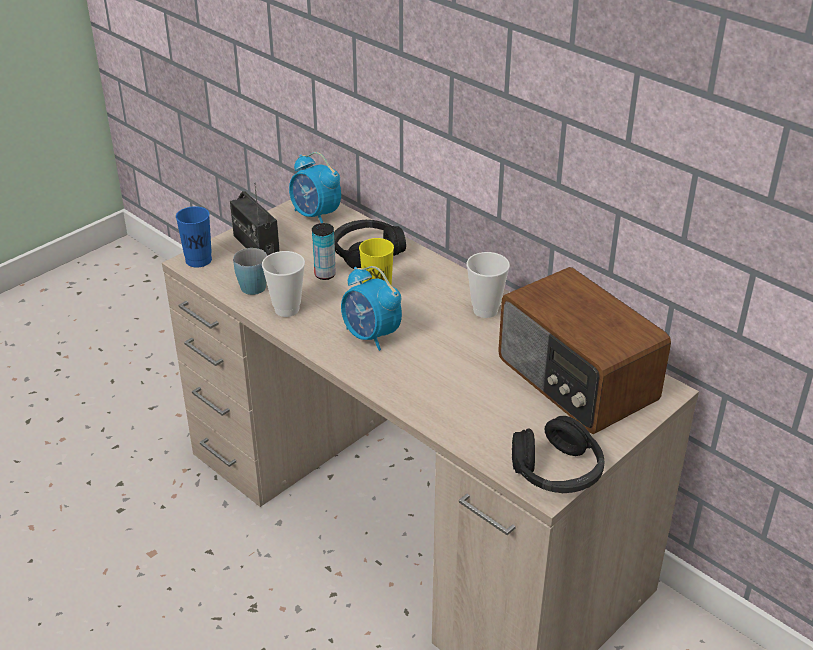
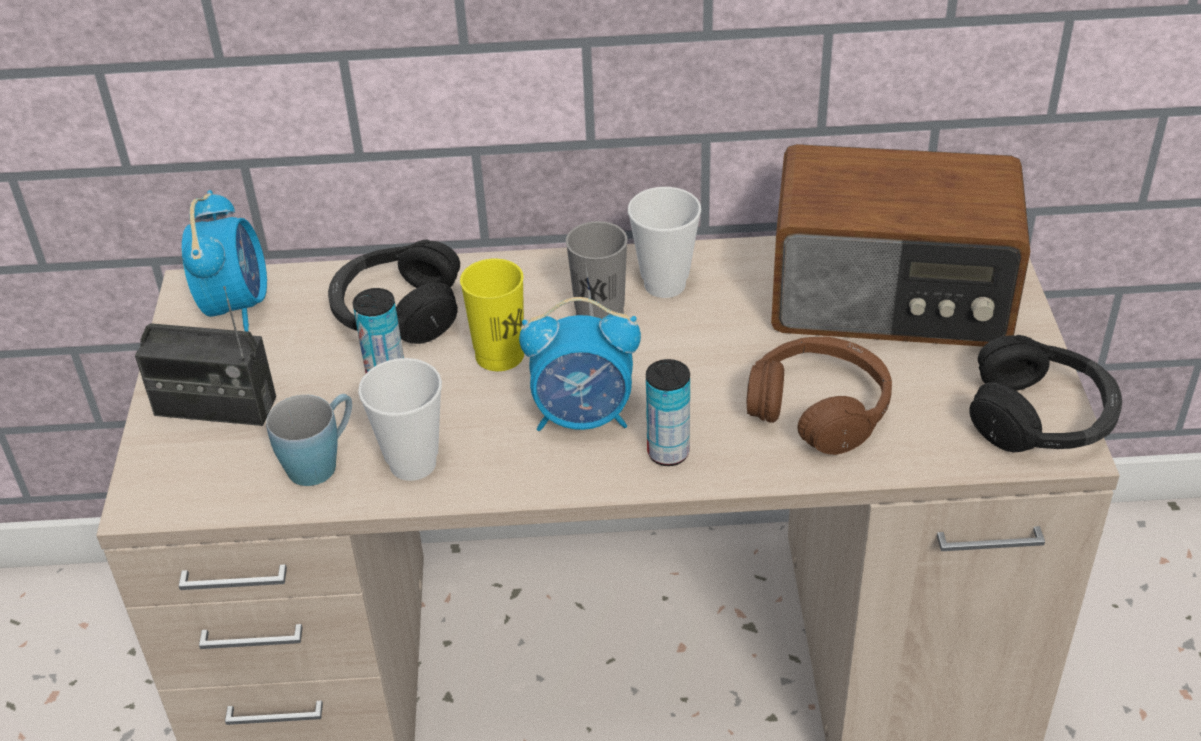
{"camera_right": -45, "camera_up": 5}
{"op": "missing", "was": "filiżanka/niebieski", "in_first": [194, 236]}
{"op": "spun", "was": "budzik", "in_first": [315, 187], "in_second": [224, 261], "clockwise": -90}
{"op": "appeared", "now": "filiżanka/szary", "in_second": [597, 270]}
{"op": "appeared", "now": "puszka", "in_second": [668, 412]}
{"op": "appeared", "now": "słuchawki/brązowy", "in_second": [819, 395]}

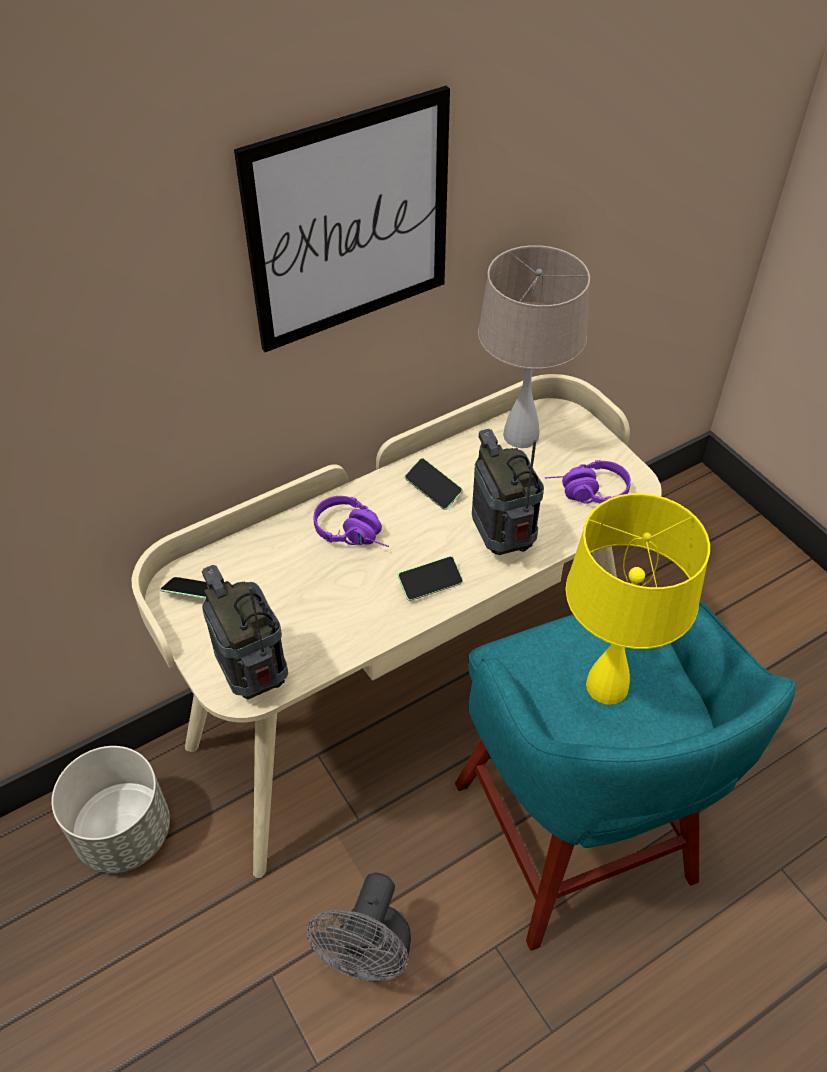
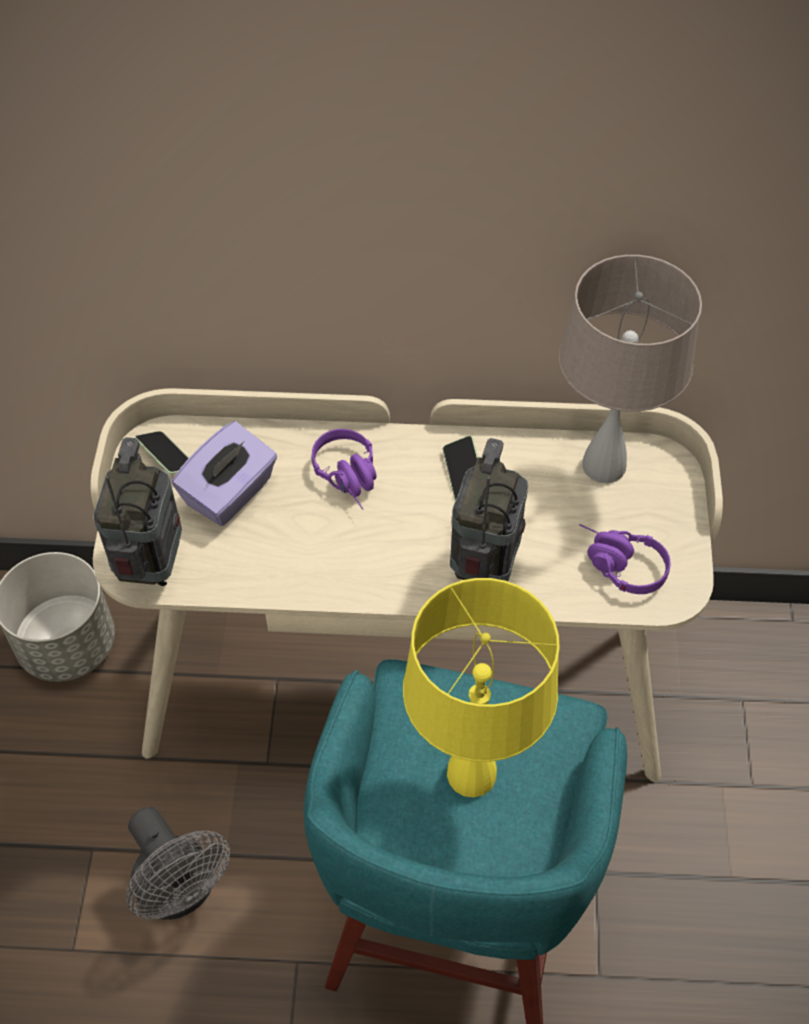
{"camera_right": 35, "camera_up": 5}
{"op": "missing", "was": "obraz", "in_first": [342, 219]}
{"op": "spun", "was": "wentylator/szary", "in_first": [359, 927], "in_second": [178, 863], "clockwise": -90}
{"op": "missing", "was": "telefon", "in_first": [430, 578]}
{"op": "appeared", "now": "pudełko chusteczek/fioletowy", "in_second": [224, 473]}

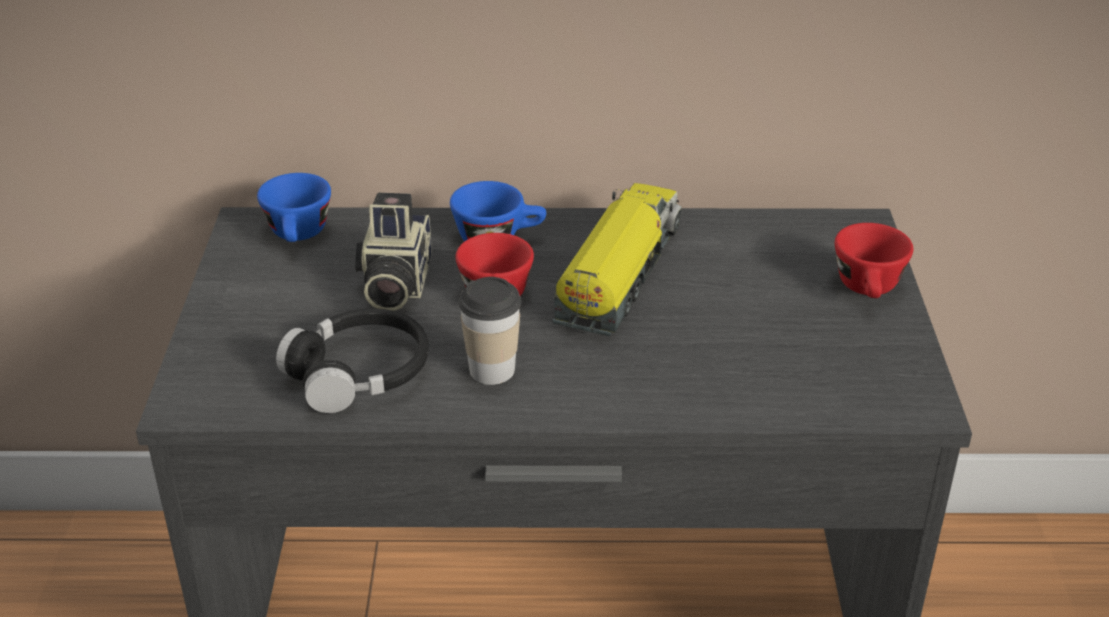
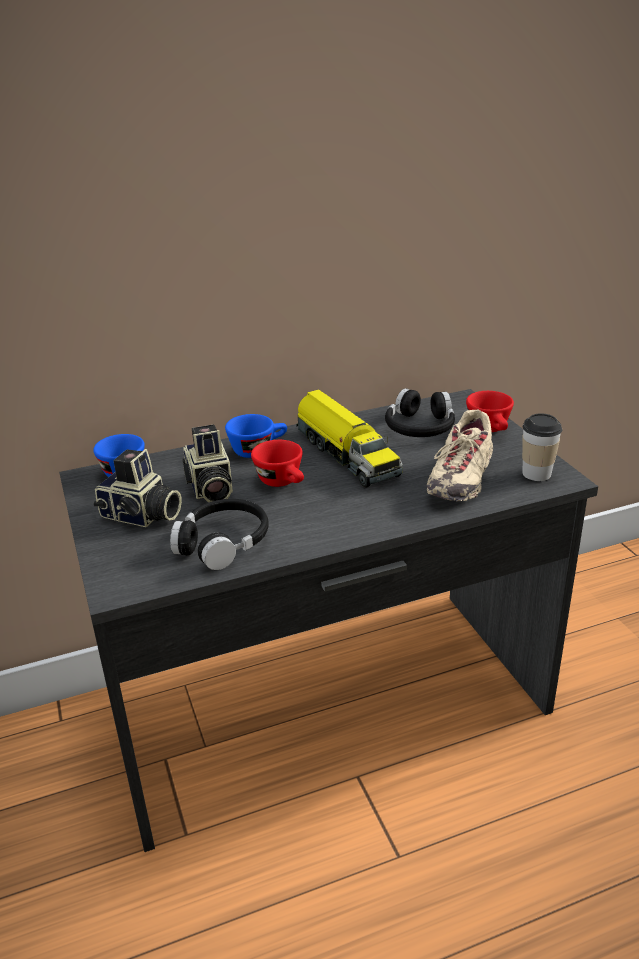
{"camera_right": -20, "camera_up": -5}
{"op": "relocated", "was": "filiżanka", "in_first": [490, 331], "in_second": [542, 447]}
{"op": "spun", "was": "ciężarówka zabawkowa", "in_first": [617, 259], "in_second": [349, 438], "clockwise": 150}
{"op": "appeared", "now": "aparat fotograficzny", "in_second": [138, 488]}
{"op": "appeared", "now": "słuchawki/czarny", "in_second": [420, 412]}
{"op": "appeared", "now": "but/beżowy", "in_second": [460, 455]}

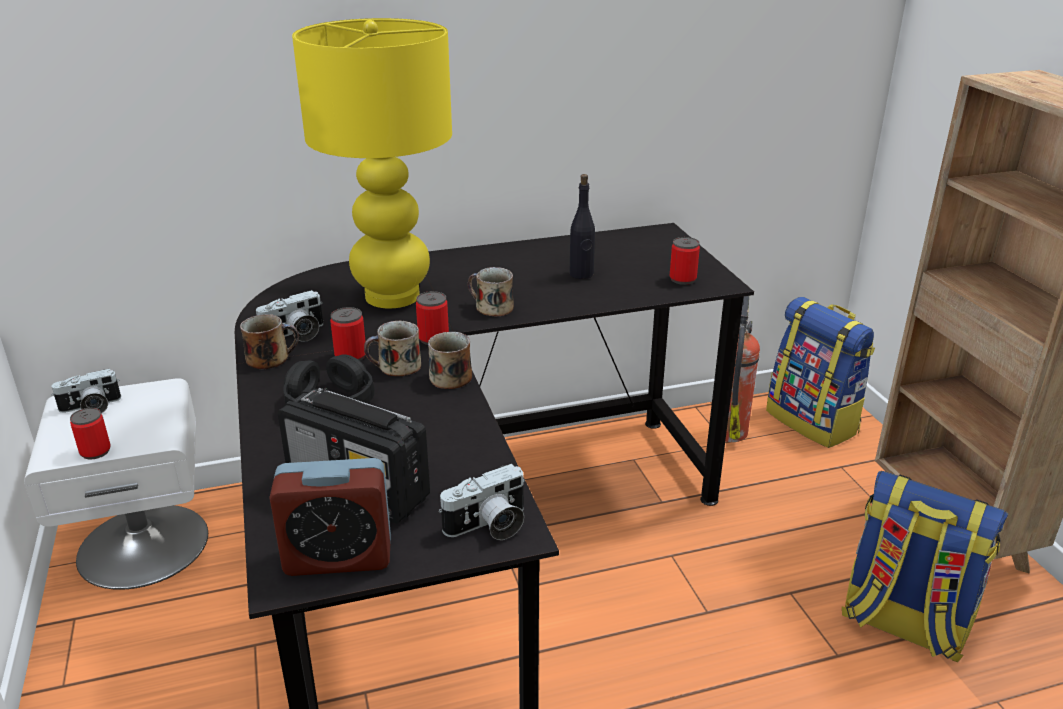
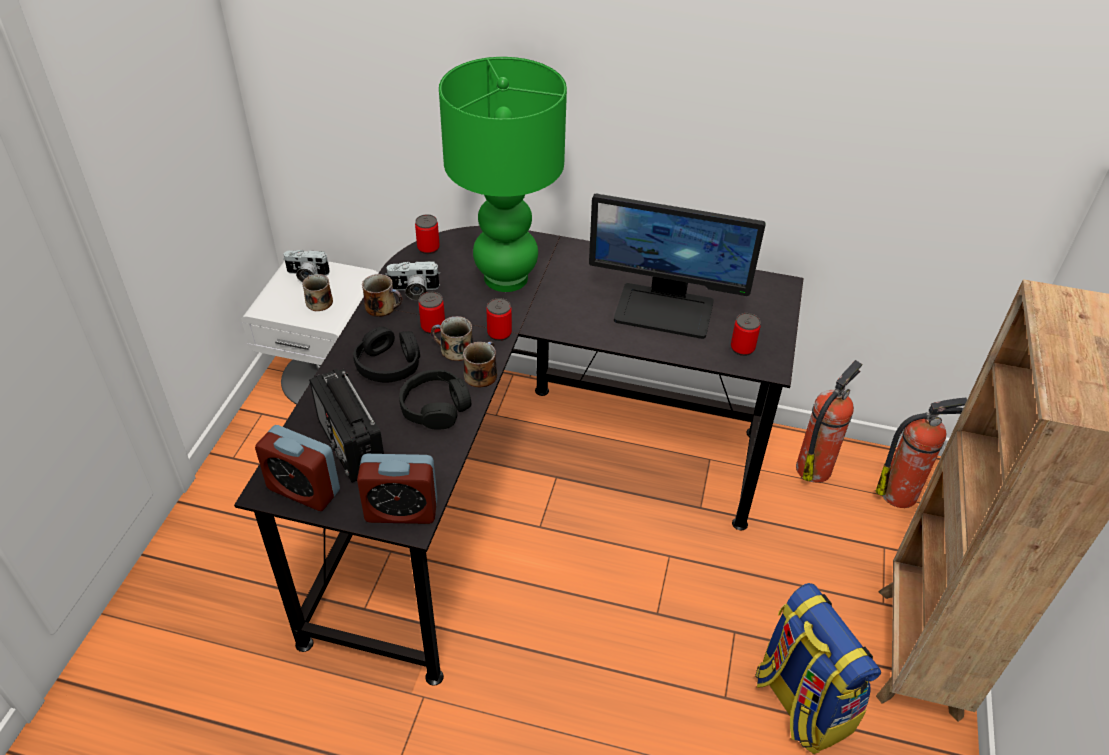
{"camera_right": 30, "camera_up": 15}
{"op": "relocated", "was": "puszka", "in_first": [90, 433], "in_second": [427, 234]}
{"op": "colour", "was": "lampa stołowa/żółty", "now": "lampa stołowa/zielony", "in_first": [372, 163], "in_second": [503, 174]}
{"op": "exchanged", "was": "aparat fotograficzny", "now": "budzik", "in_first": [481, 502], "in_second": [397, 489]}
{"op": "relocated", "was": "kubek", "in_first": [491, 291], "in_second": [317, 292]}
{"op": "exchanged", "was": "butelka/czarny", "now": "monitor", "in_first": [582, 226], "in_second": [677, 266]}
{"op": "exchanged", "was": "plecak", "now": "gaśnica", "in_first": [820, 372], "in_second": [921, 453]}
{"op": "appeared", "now": "słuchawki/czarny", "in_second": [435, 399]}

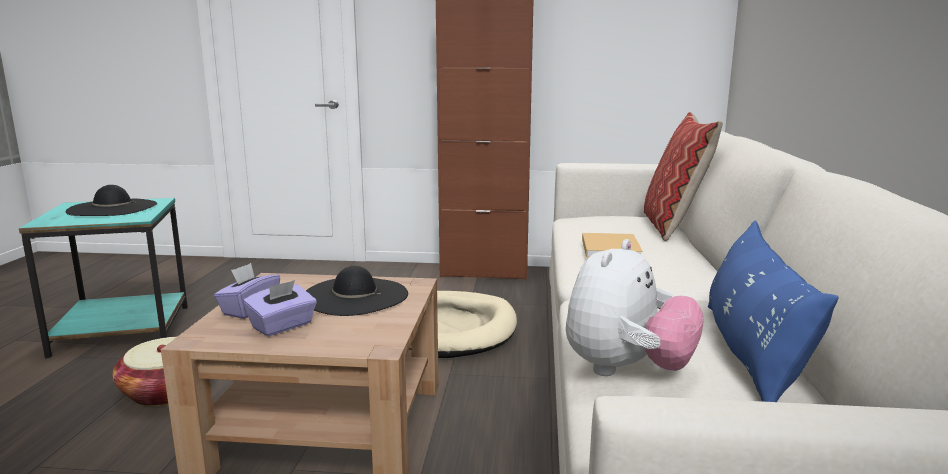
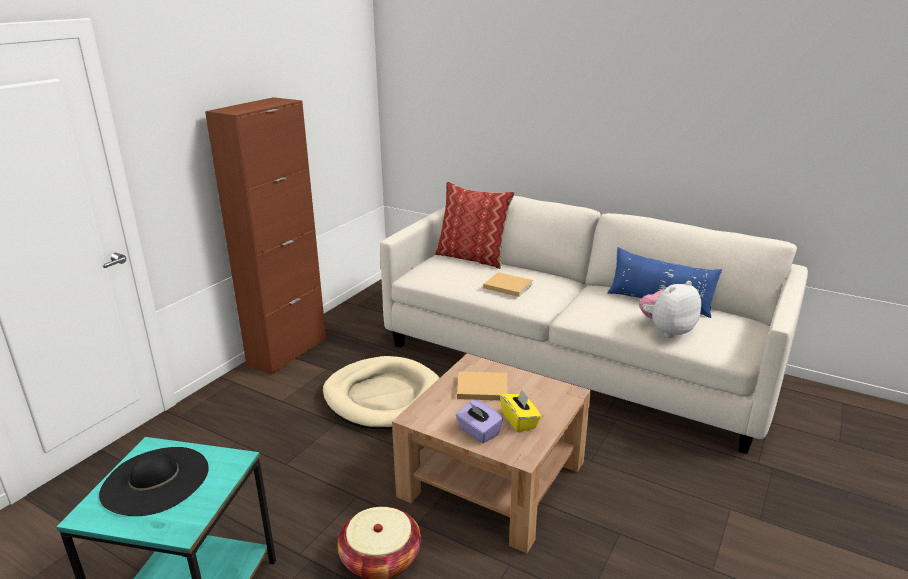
{"camera_right": -65, "camera_up": 10}
{"op": "colour", "was": "pudełko chusteczek/fioletowy", "now": "pudełko chusteczek/żółty", "in_first": [280, 308], "in_second": [520, 411]}
{"op": "exchanged", "was": "kapelusz/czarny", "now": "książka/beżowy", "in_first": [357, 291], "in_second": [482, 385]}
{"op": "spun", "was": "pluszak", "in_first": [635, 307], "in_second": [670, 309], "clockwise": -90}

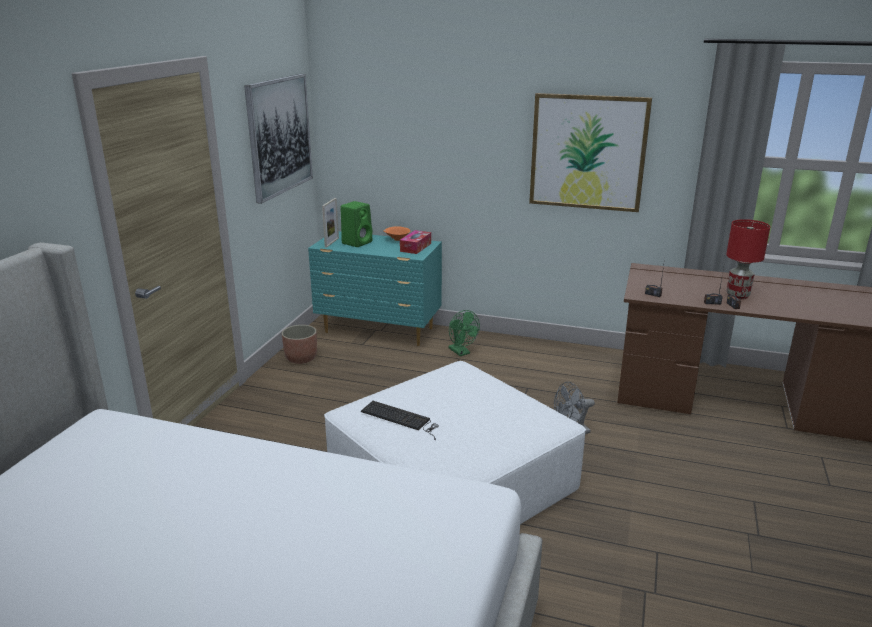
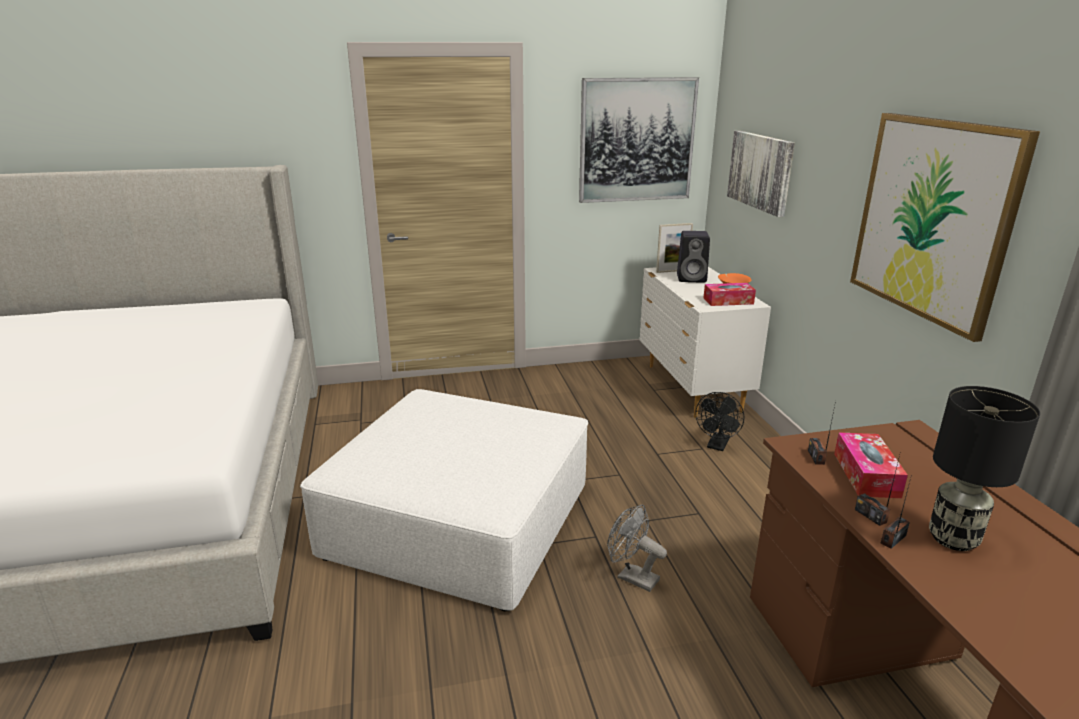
{"camera_right": 60, "camera_up": 0}
{"op": "missing", "was": "donica", "in_first": [299, 344]}
{"op": "colour", "was": "komoda/turkusowy", "now": "komoda/biały", "in_first": [375, 288], "in_second": [705, 342]}
{"op": "colour", "was": "głośnik/zielony", "now": "głośnik/czarny", "in_first": [356, 224], "in_second": [693, 257]}
{"op": "missing", "was": "klawiatura", "in_first": [400, 420]}
{"op": "colour", "was": "wentylator/zielony", "now": "wentylator/czarny", "in_first": [464, 333], "in_second": [719, 421]}
{"op": "colour", "was": "lampa stołowa/czerwony", "now": "lampa stołowa/czarny", "in_first": [748, 259], "in_second": [984, 468]}
{"op": "appeared", "now": "obraz", "in_second": [761, 174]}
{"op": "appeared", "now": "pudełko chusteczek", "in_second": [871, 465]}

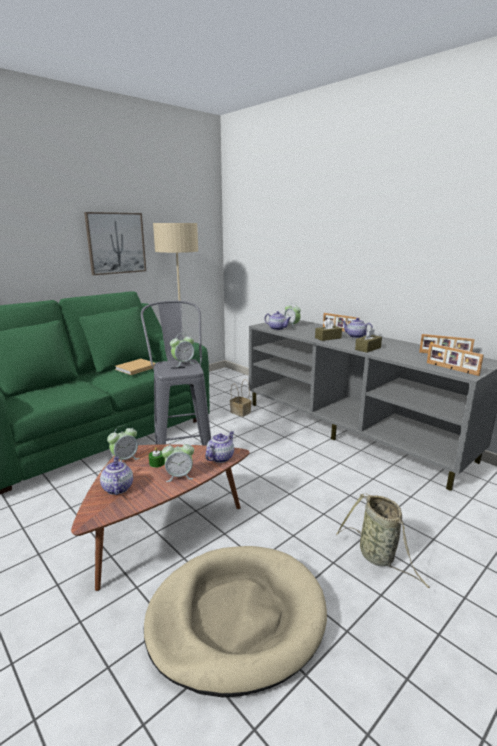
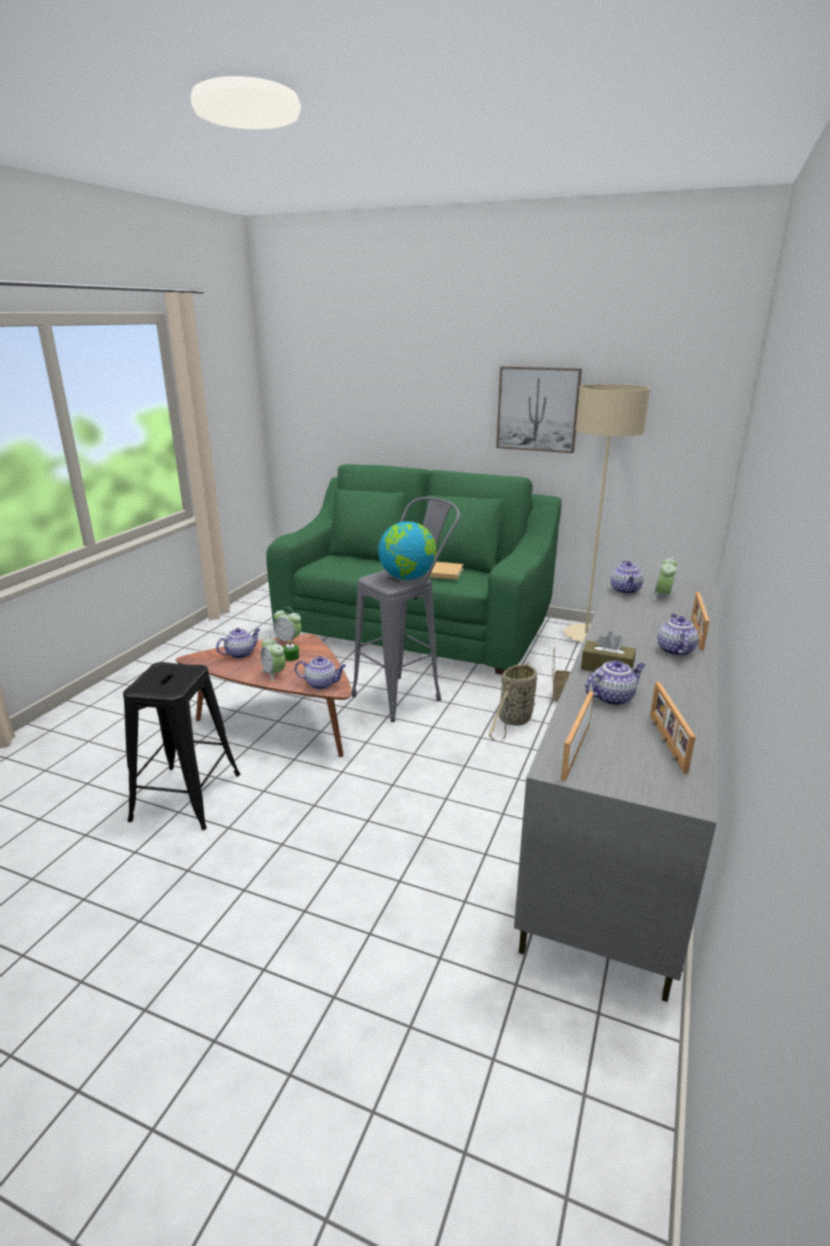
{"camera_right": 65, "camera_up": 5}
{"op": "exchanged", "was": "legowisko/beżowy", "now": "stołek/czarny", "in_first": [235, 621], "in_second": [181, 746]}
{"op": "exchanged", "was": "budzik", "now": "globus", "in_first": [182, 350], "in_second": [407, 550]}
{"op": "missing", "was": "pudełko chusteczek/brązowy", "in_first": [328, 329]}
{"op": "relocated", "was": "koszyk", "in_first": [383, 540], "in_second": [513, 702]}
{"op": "appeared", "now": "imbryk", "in_second": [615, 683]}

